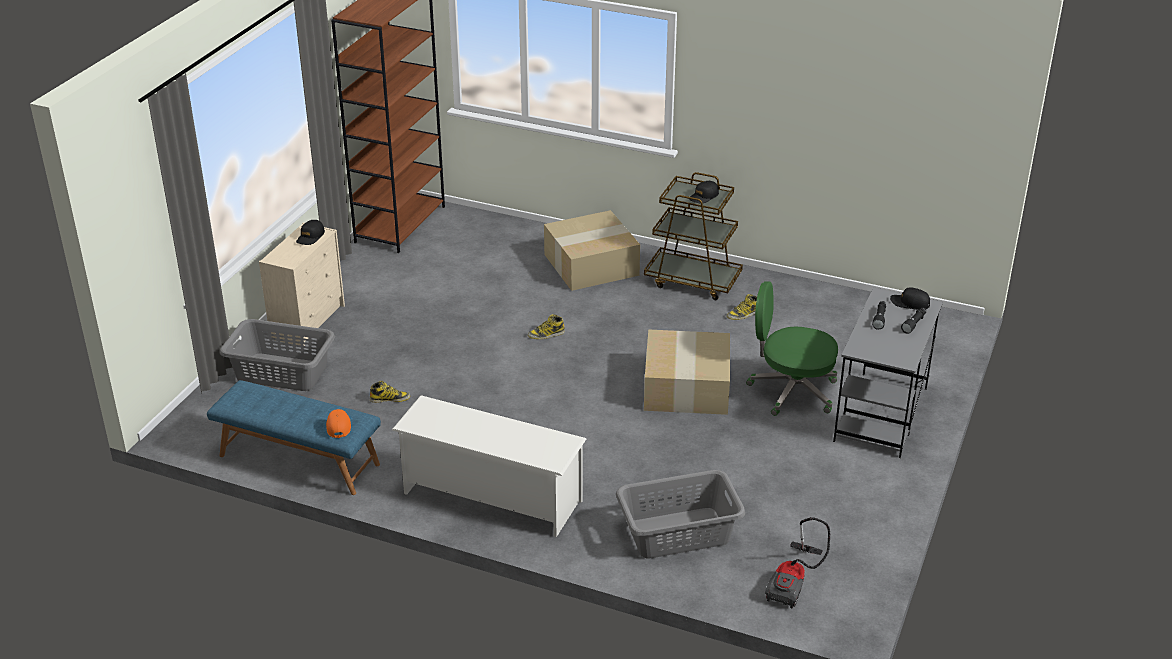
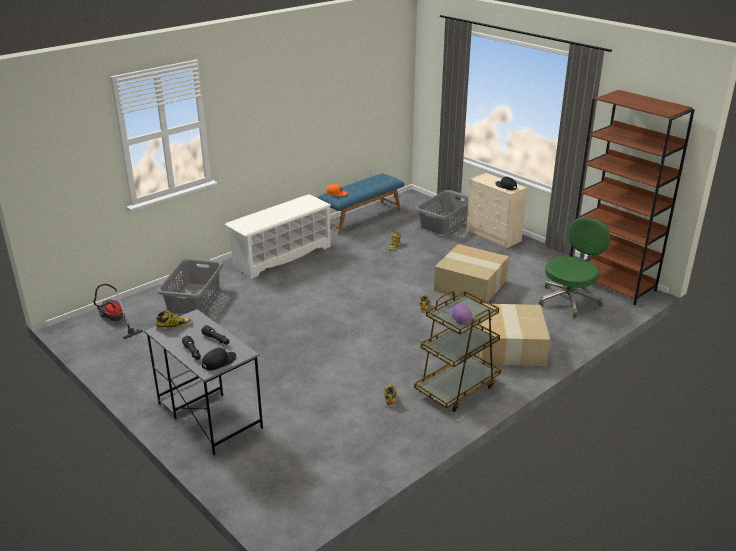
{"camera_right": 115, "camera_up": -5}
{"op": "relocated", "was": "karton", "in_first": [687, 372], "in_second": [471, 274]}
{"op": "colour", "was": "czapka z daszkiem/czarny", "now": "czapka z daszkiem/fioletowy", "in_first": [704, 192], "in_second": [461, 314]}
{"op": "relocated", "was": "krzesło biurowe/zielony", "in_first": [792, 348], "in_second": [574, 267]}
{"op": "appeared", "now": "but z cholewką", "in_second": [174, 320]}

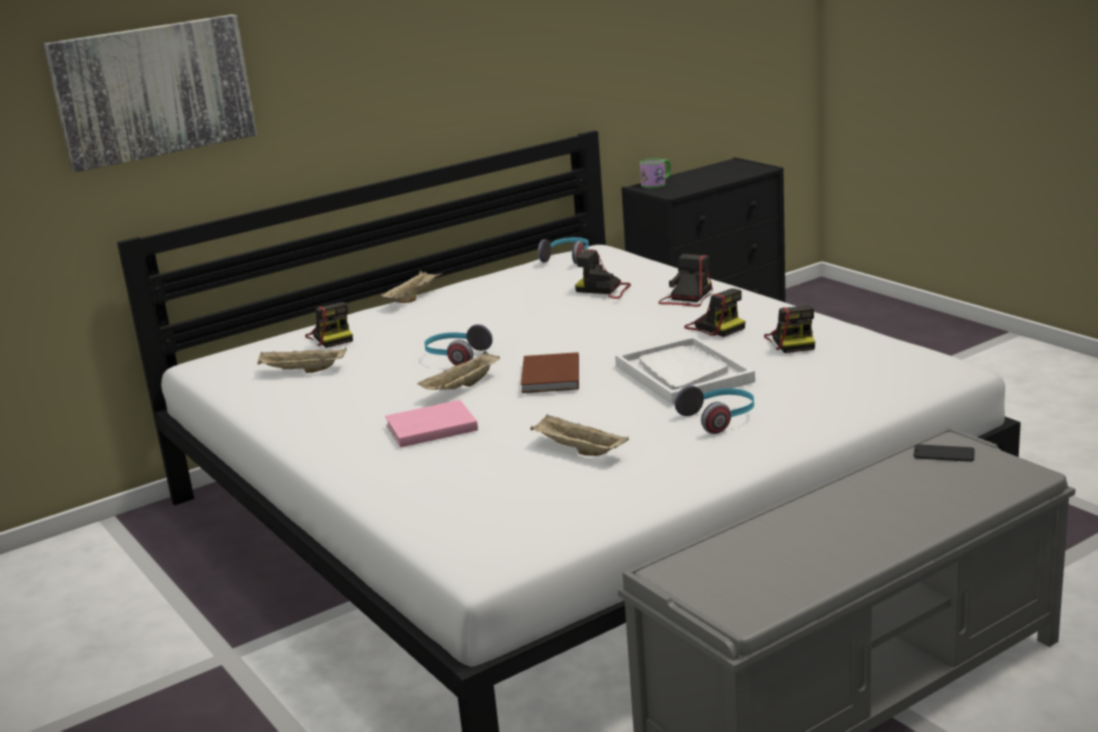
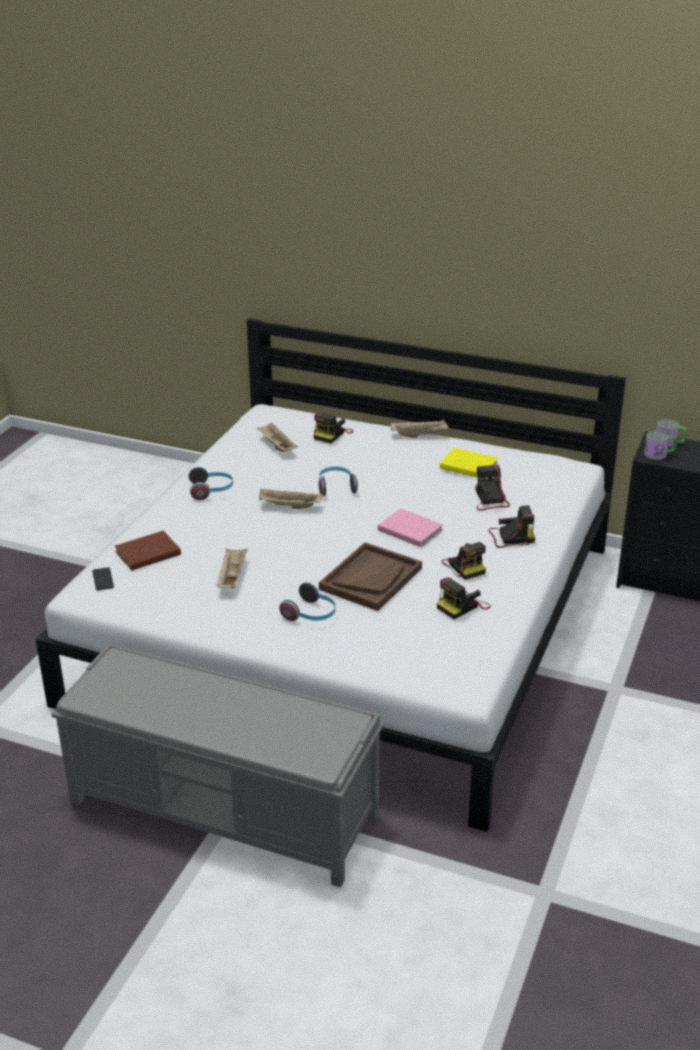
{"camera_right": 55, "camera_up": 10}
{"op": "missing", "was": "obraz", "in_first": [150, 93]}
{"op": "relocated", "was": "książka/różowy", "in_first": [431, 424], "in_second": [410, 527]}
{"op": "relocated", "was": "książka/brązowy", "in_first": [550, 372], "in_second": [148, 551]}
{"op": "relocated", "was": "słuchawki", "in_first": [563, 250], "in_second": [211, 483]}
{"op": "colour", "was": "taca/biały", "now": "taca/brązowy", "in_first": [685, 370], "in_second": [370, 576]}
{"op": "spun", "was": "aparat fotograficzny", "in_first": [714, 312], "in_second": [463, 561], "clockwise": -45}
{"op": "relocated", "was": "telefon", "in_first": [944, 453], "in_second": [103, 578]}
{"op": "appeared", "now": "książka/żółty", "in_second": [469, 463]}
{"op": "appeared", "now": "kubek", "in_second": [660, 445]}

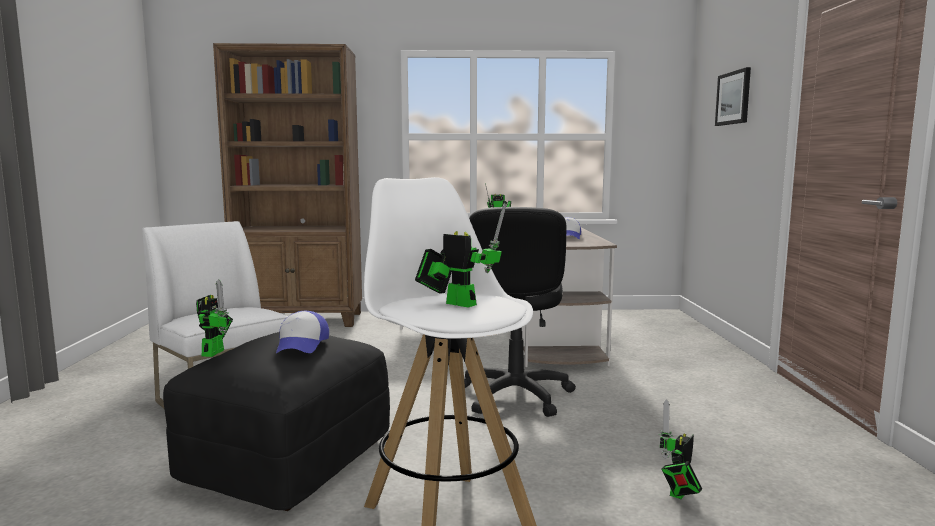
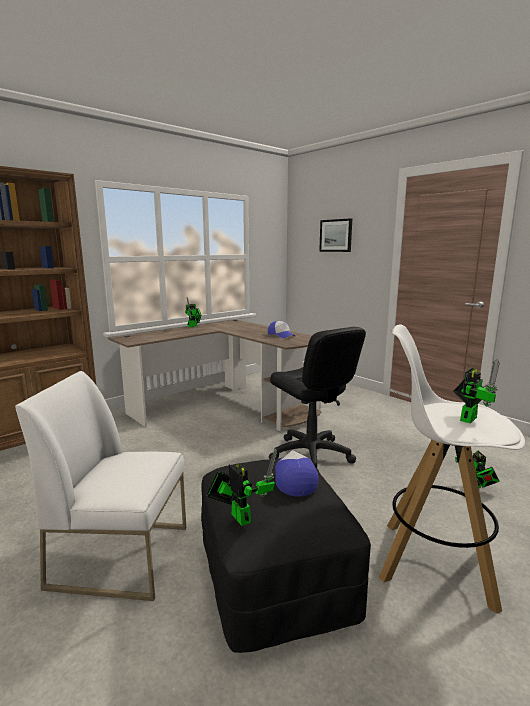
{"camera_right": -40, "camera_up": 5}
{"op": "spun", "was": "czapka z daszkiem", "in_first": [302, 332], "in_second": [297, 473], "clockwise": -150}
{"op": "spun", "was": "robot zabawkowy", "in_first": [460, 255], "in_second": [477, 391], "clockwise": 135}

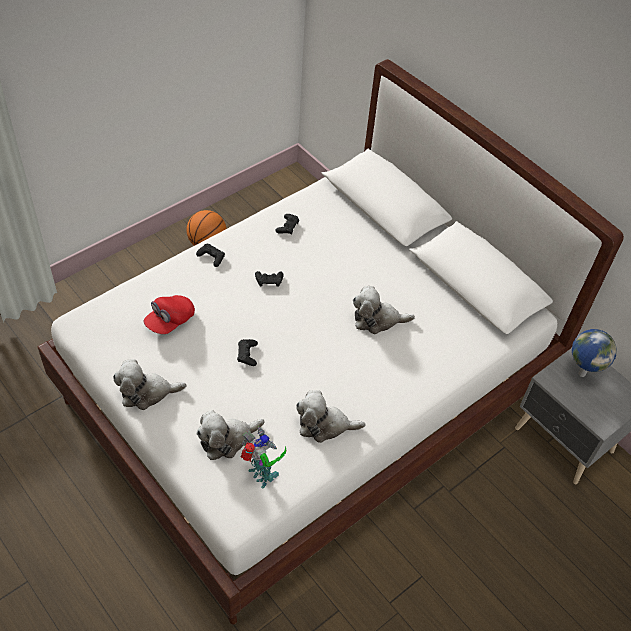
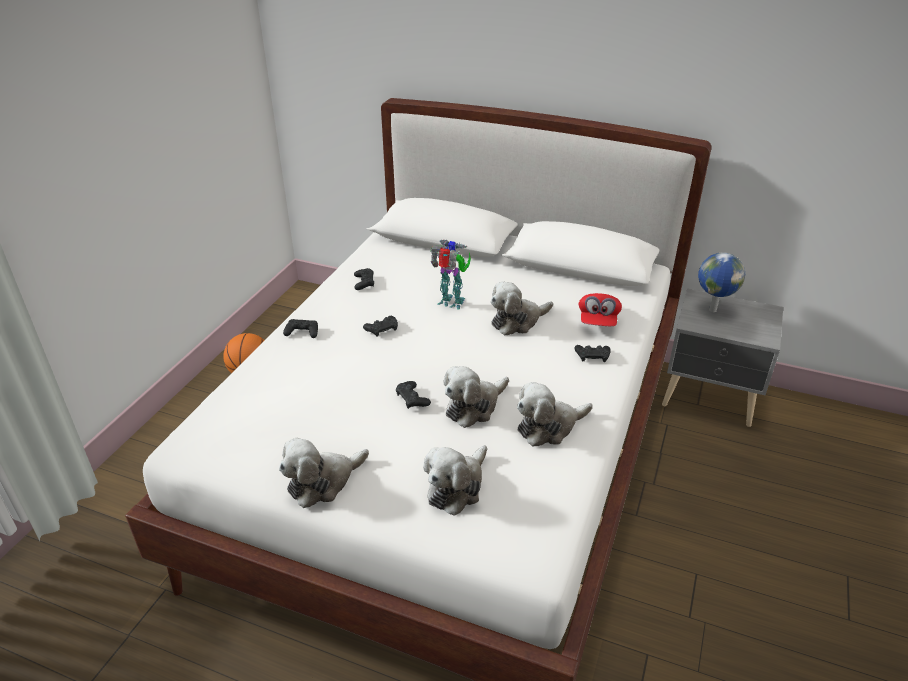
{"camera_right": -25, "camera_up": -15}
{"op": "relocated", "was": "czapka z daszkiem/czerwony", "in_first": [169, 314], "in_second": [600, 309]}
{"op": "relocated", "was": "robot zabawkowy", "in_first": [263, 457], "in_second": [450, 274]}
{"op": "appeared", "now": "pluszak", "in_second": [476, 397]}
{"op": "appeared", "now": "pad do gier/czarny", "in_second": [592, 353]}

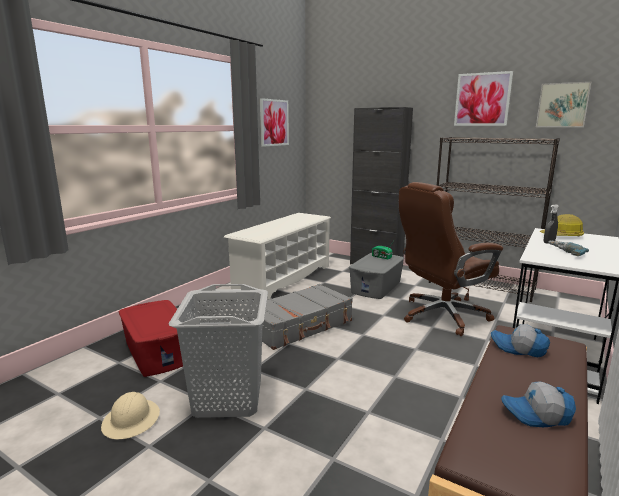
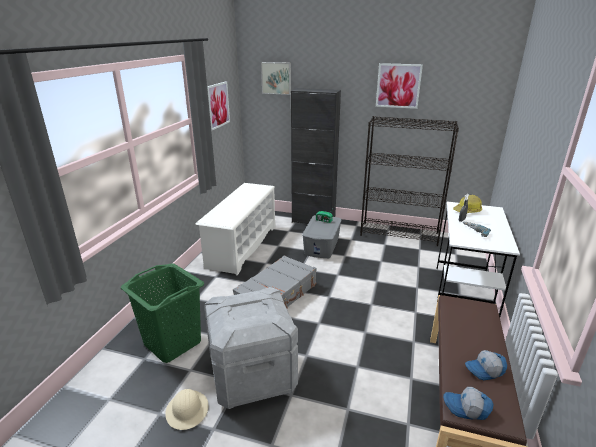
{"camera_right": -15, "camera_up": 10}
{"op": "exchanged", "was": "pojemnik do przechowywania/czerwony", "now": "kosz na pranie/zielony", "in_first": [151, 338], "in_second": [162, 313]}
{"op": "exchanged", "was": "kosz na pranie/szary", "now": "pojemnik do przechowywania/szary", "in_first": [218, 351], "in_second": [251, 348]}
{"op": "missing", "was": "krzesło biurowe/brązowy", "in_first": [451, 259]}
{"op": "relocated", "was": "czapka z daszkiem", "in_first": [520, 340], "in_second": [468, 403]}
{"op": "relocated", "was": "obraz", "in_first": [563, 104], "in_second": [276, 78]}

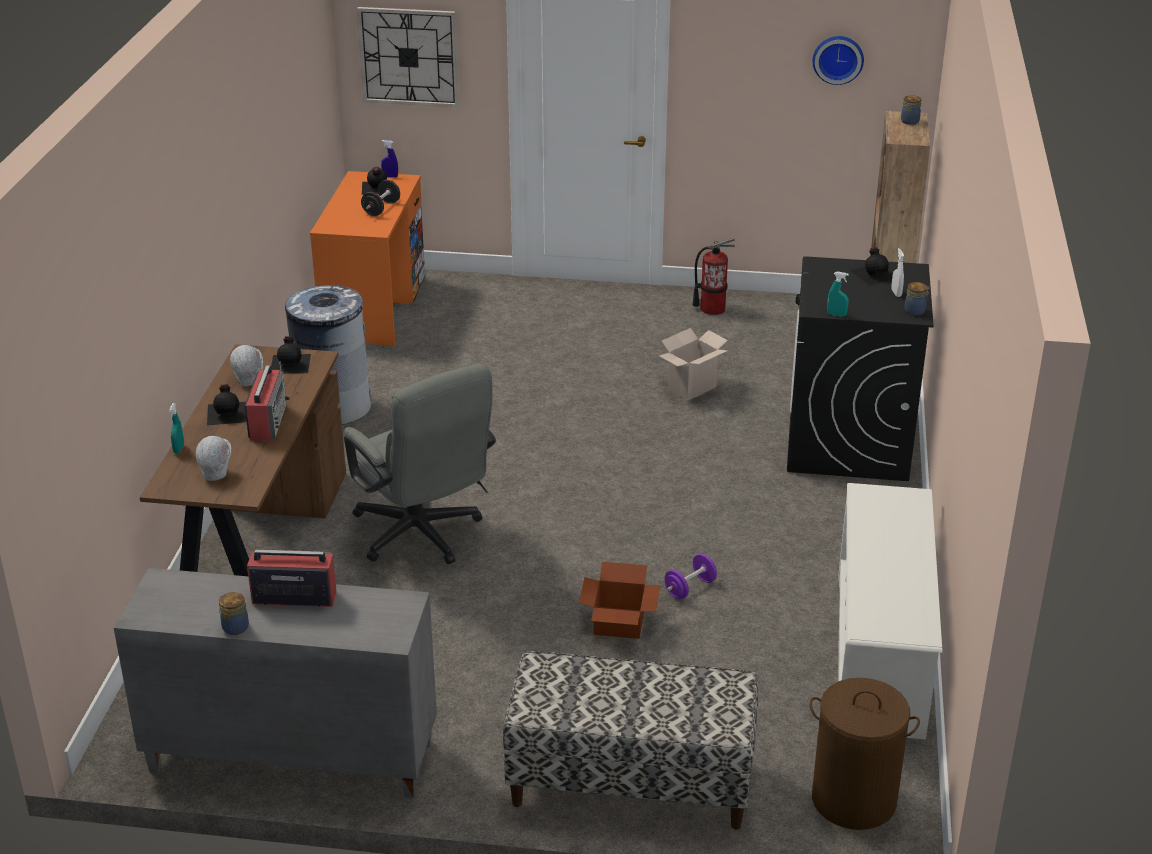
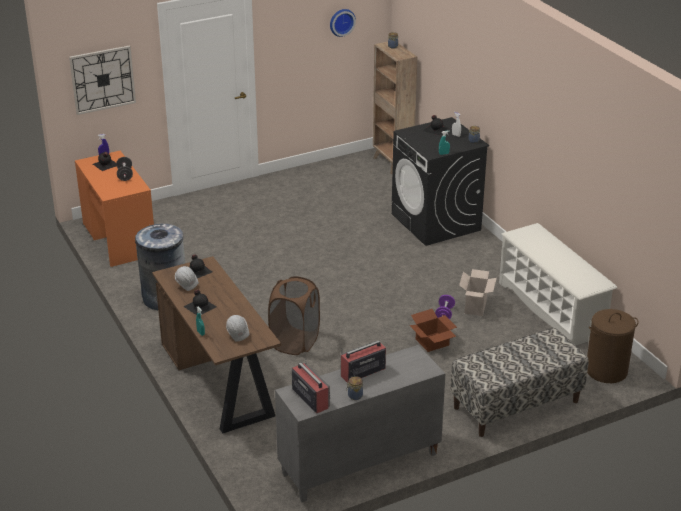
{"camera_right": -35, "camera_up": 0}
{"op": "relocated", "was": "radio", "in_first": [267, 401], "in_second": [311, 385]}
{"op": "exchanged", "was": "krzesło biurowe/szary", "now": "kosz na pranie/brązowy", "in_first": [420, 464], "in_second": [294, 315]}
{"op": "relocated", "was": "karton", "in_first": [693, 364], "in_second": [478, 292]}
{"op": "missing", "was": "gaśnica", "in_first": [714, 276]}

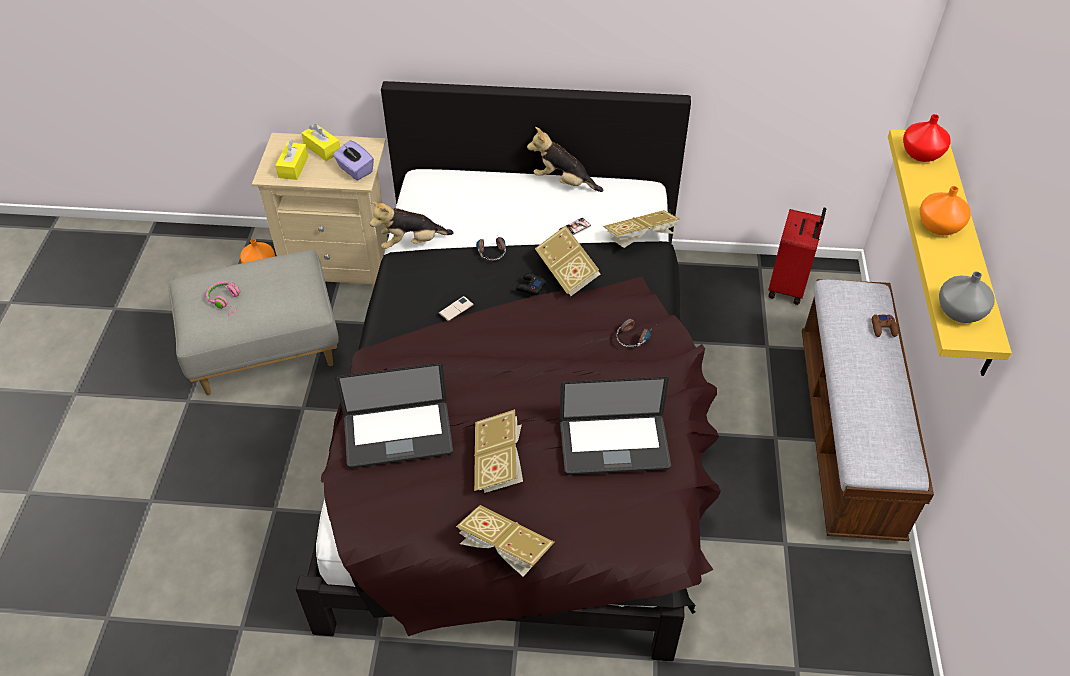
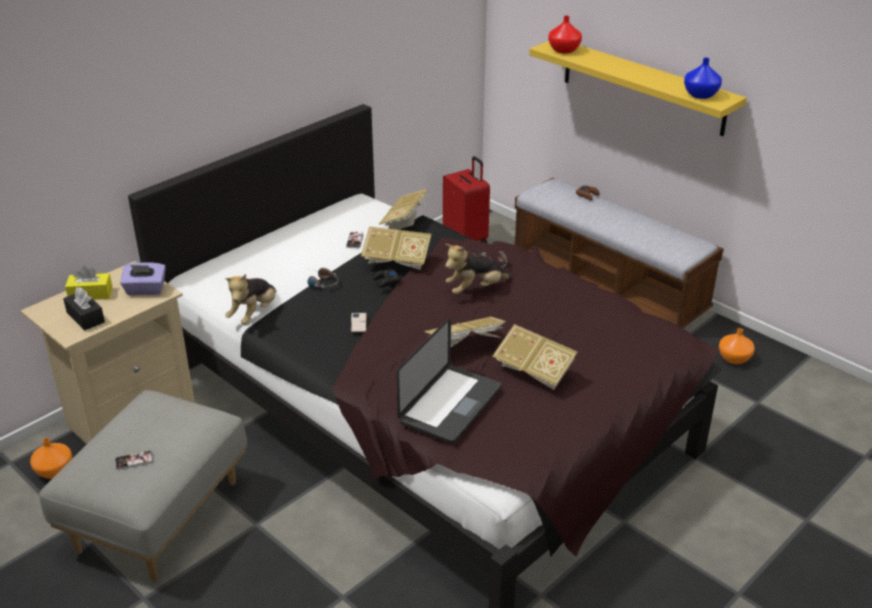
{"camera_right": -50, "camera_up": -15}
{"op": "exchanged", "was": "słuchawki/różowy", "now": "telefon", "in_first": [223, 299], "in_second": [134, 460]}
{"op": "colour", "was": "pudełko chusteczek/żółty", "now": "pudełko chusteczek/czarny", "in_first": [292, 160], "in_second": [84, 309]}
{"op": "relocated", "was": "książka", "in_first": [505, 541], "in_second": [465, 332]}
{"op": "relocated", "was": "pluszak", "in_first": [565, 159], "in_second": [479, 269]}
{"op": "missing", "was": "laptop", "in_first": [615, 426]}
{"op": "relocated", "was": "wazon/pomarańczowy", "in_first": [945, 210], "in_second": [737, 346]}
{"op": "colour", "was": "wazon/szary", "now": "wazon/niebieski", "in_first": [967, 297], "in_second": [703, 78]}

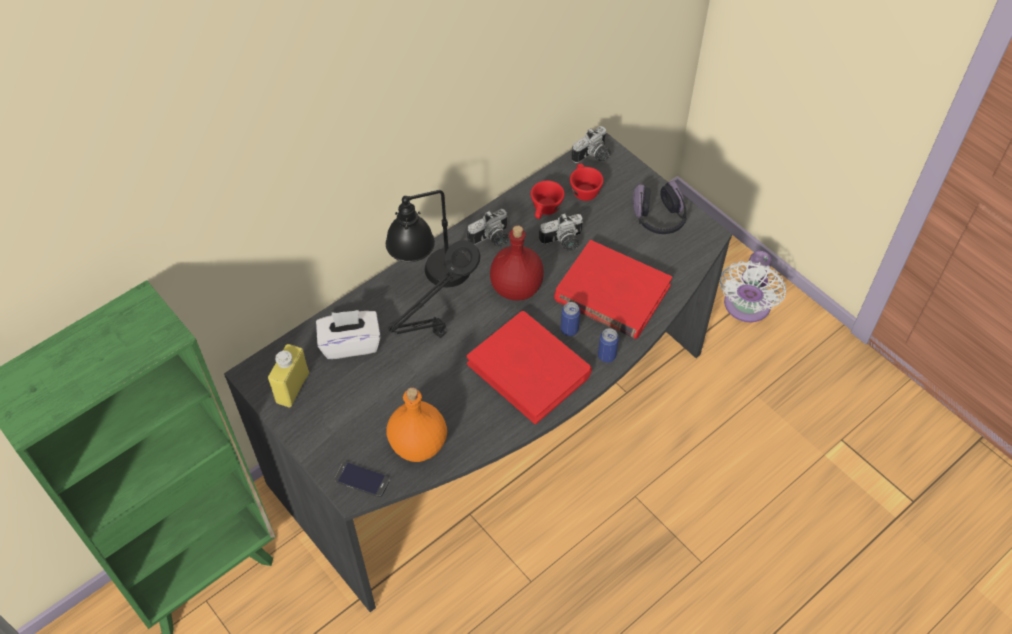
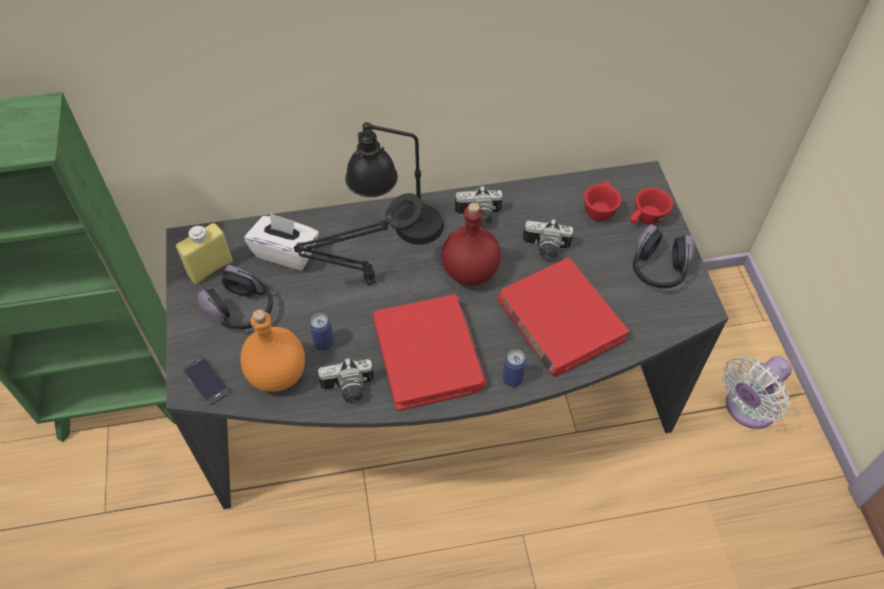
{"camera_right": 30, "camera_up": 0}
{"op": "relocated", "was": "filiżanka/czerwony", "in_first": [548, 200], "in_second": [651, 206]}
{"op": "relocated", "was": "puszka", "in_first": [570, 319], "in_second": [321, 332]}
{"op": "relocated", "was": "aparat fotograficzny", "in_first": [591, 144], "in_second": [346, 381]}
{"op": "appeared", "now": "słuchawki", "in_second": [235, 297]}

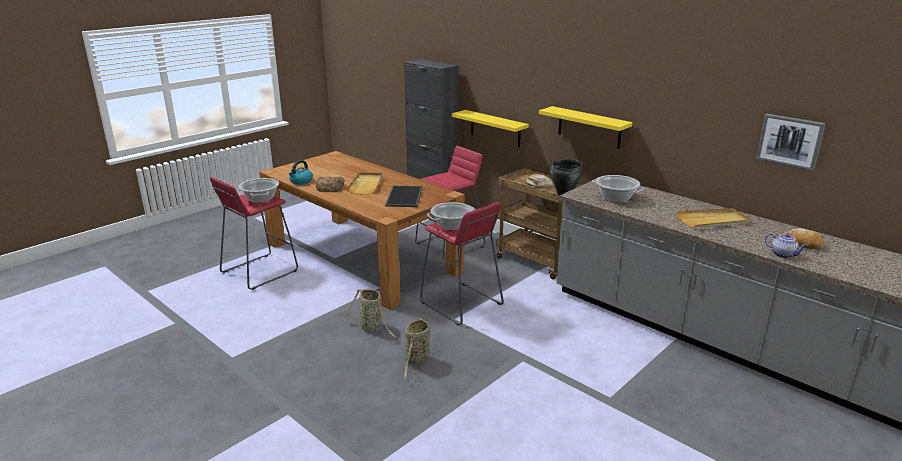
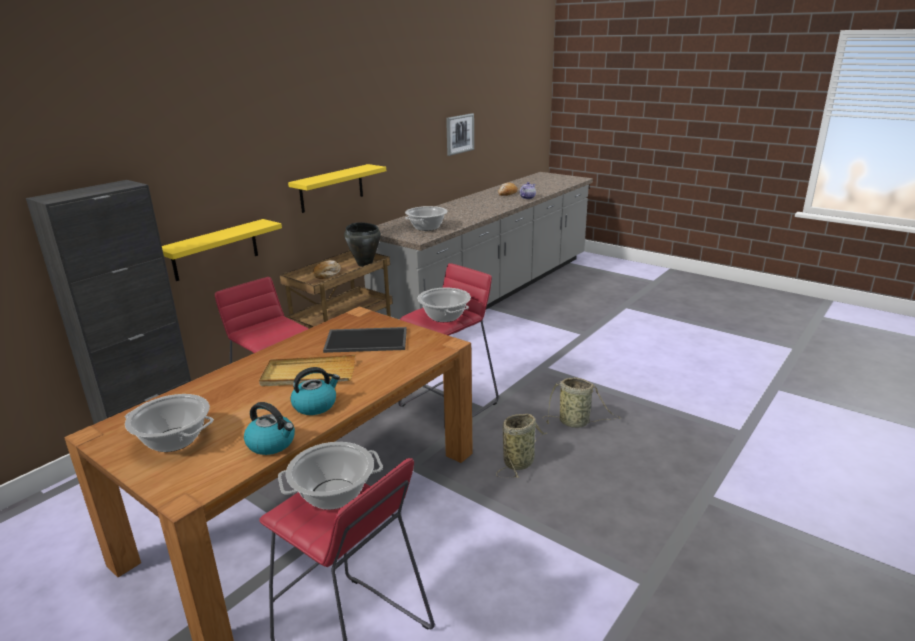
{"camera_right": -95, "camera_up": 0}
{"op": "exchanged", "was": "chleb", "now": "czajnik", "in_first": [330, 184], "in_second": [315, 391]}
{"op": "missing", "was": "taca/beżowy", "in_first": [713, 217]}
{"op": "appeared", "now": "garnek", "in_second": [169, 423]}

